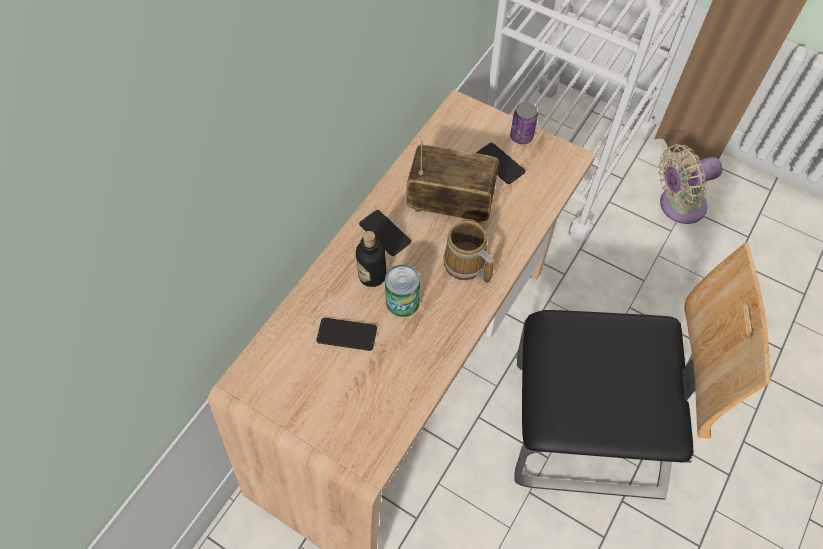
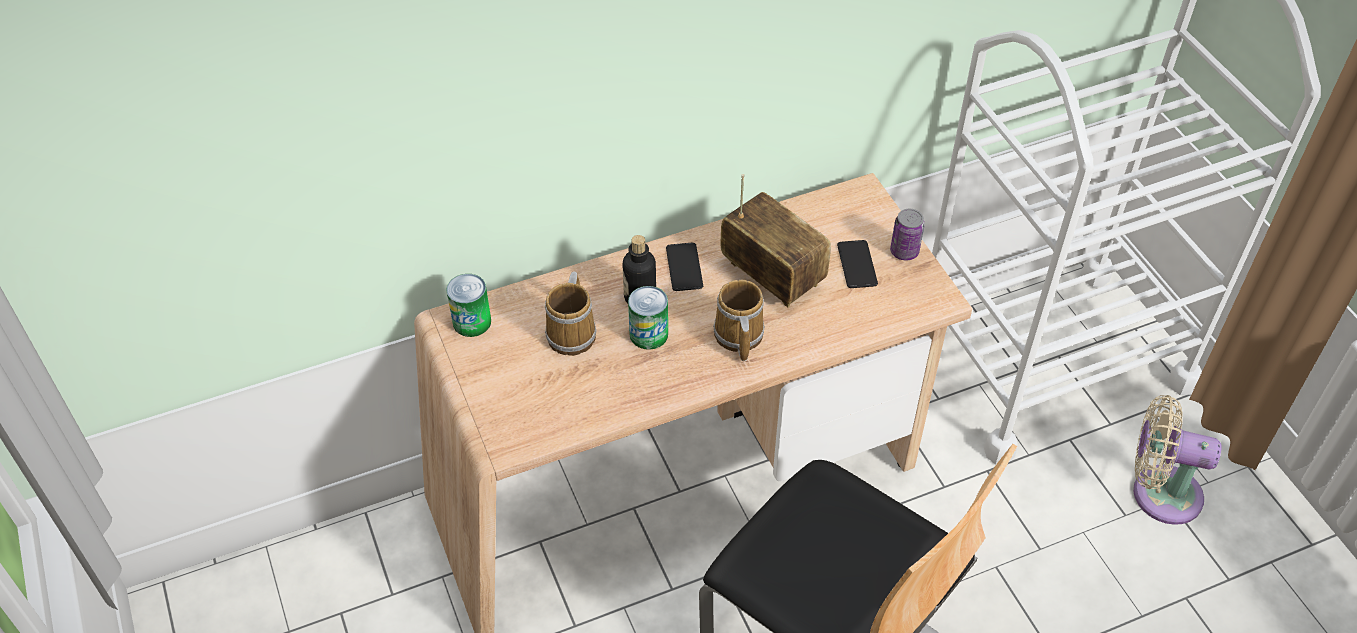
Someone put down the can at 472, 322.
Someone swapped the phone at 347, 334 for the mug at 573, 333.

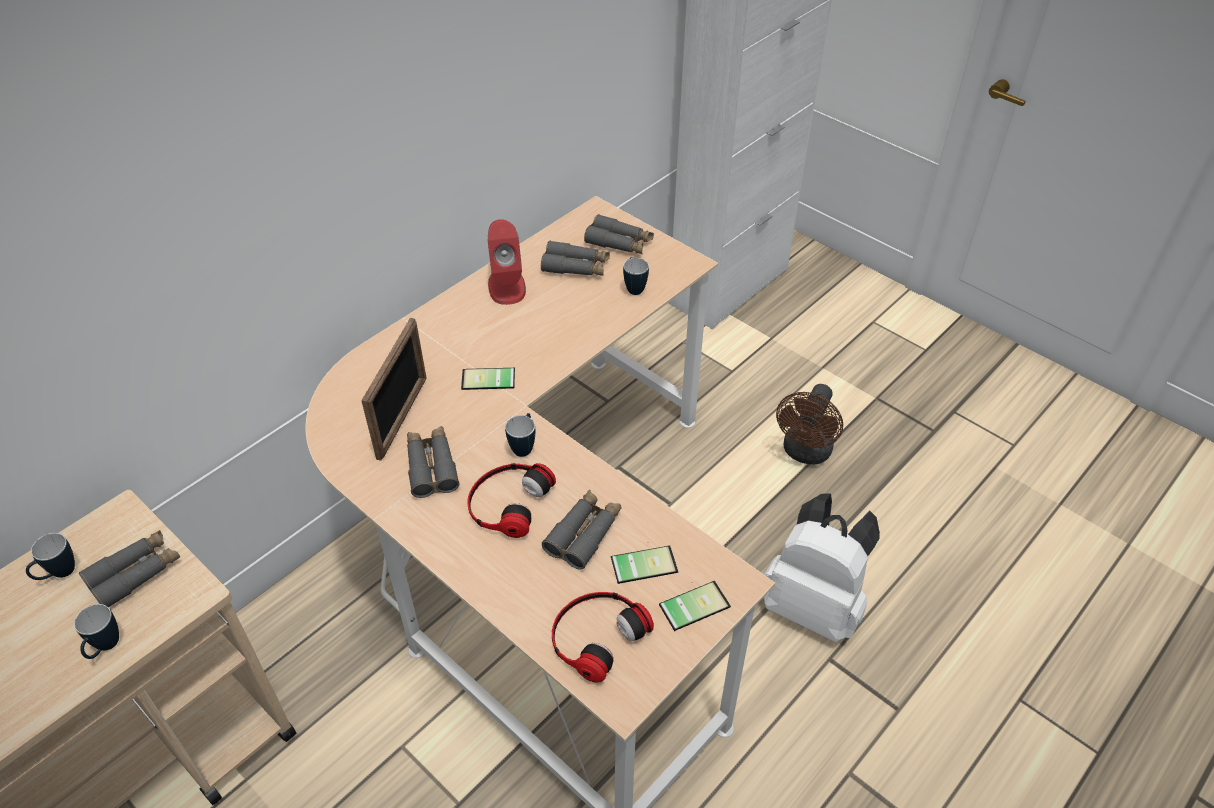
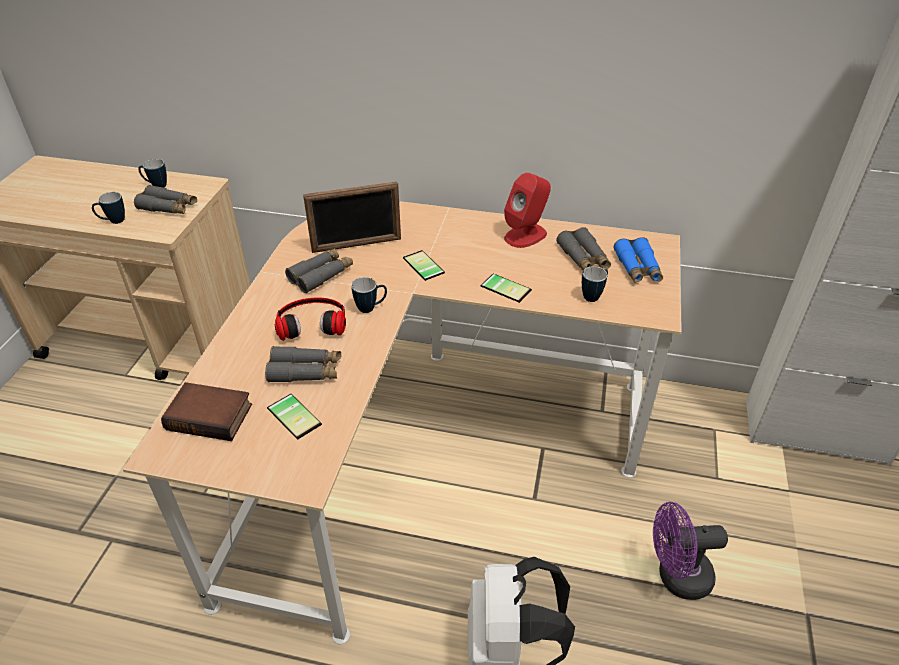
Someone swapped the headphones at 596, 635 for the book at 211, 415.
Someone carried the phone from 693, 603 to 507, 287.
Someone repainted the grey binoculars at 619, 243, which became the blue binoculars at 637, 268.
Someone repainted the brown fan at 805, 453, which became the purple fan at 676, 577.

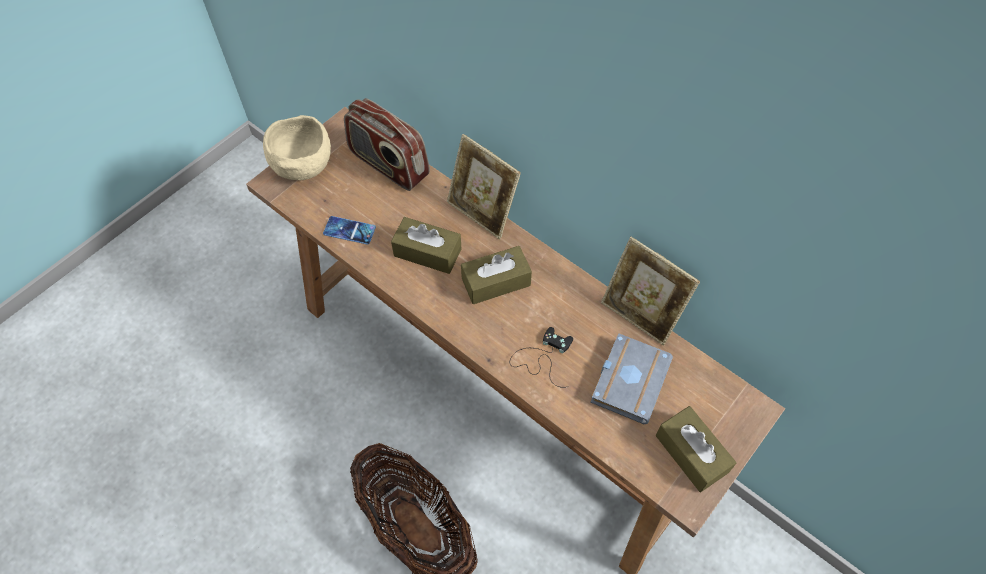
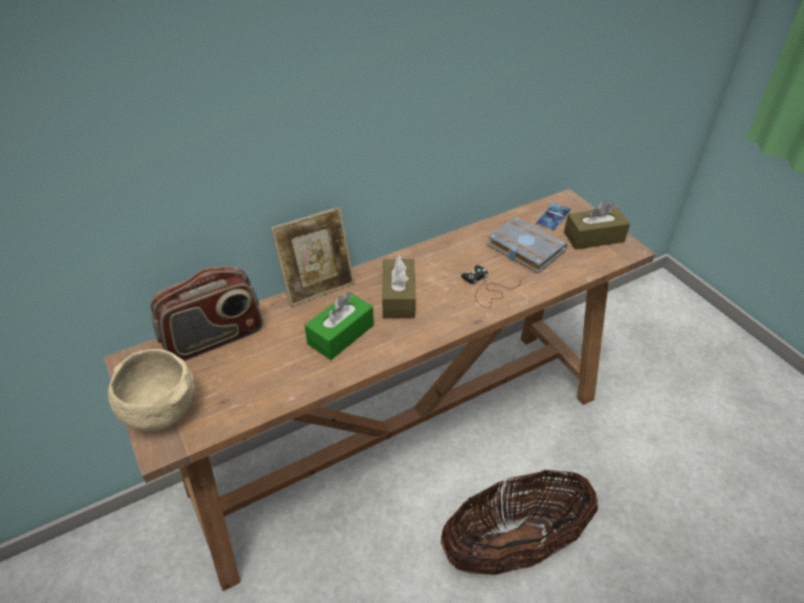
Someone repainted the brown tissue box at 427, 252, which became the green tissue box at 341, 334.
Someone carried the phone from 349, 230 to 553, 217.
Someone took away the picture frame at 640, 314.

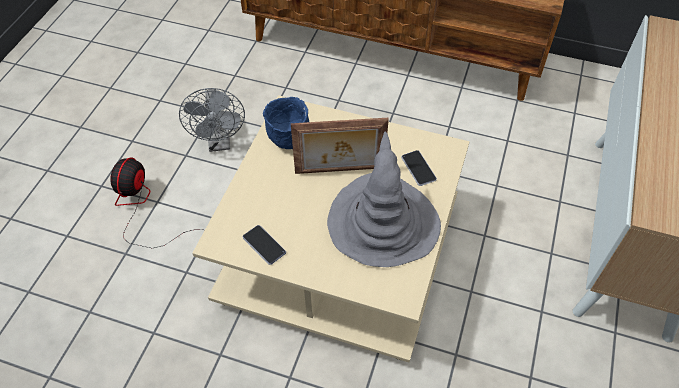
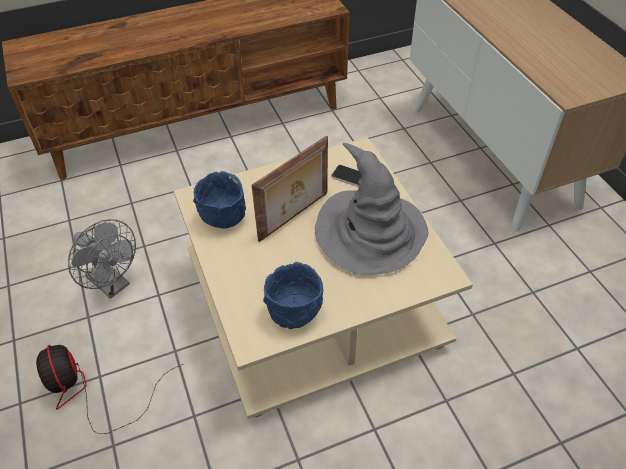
Someone swapped the phone at 264, 245 for the blue bowl at 296, 314.

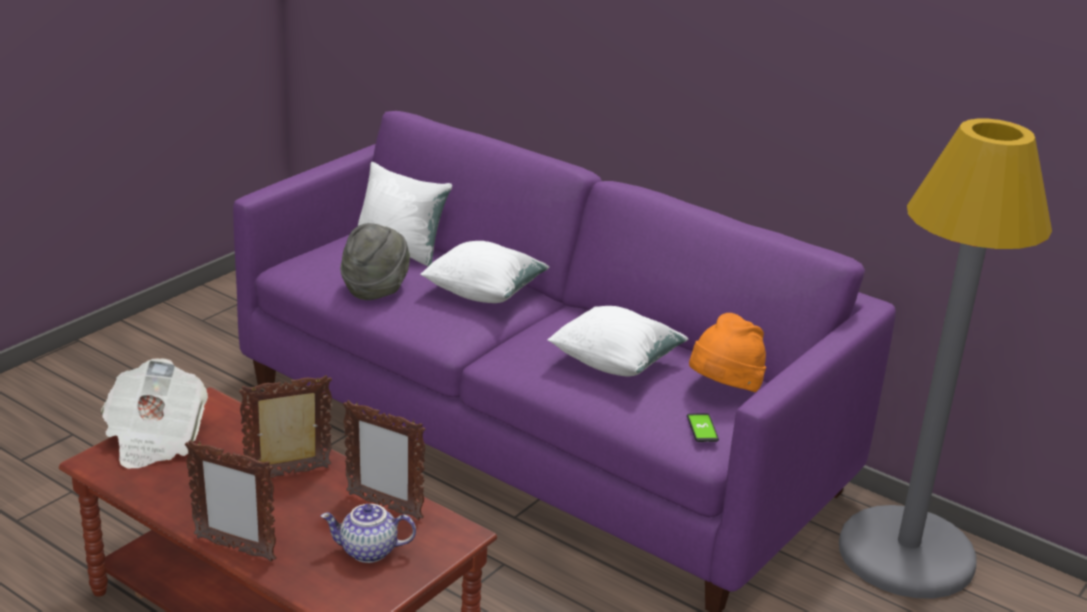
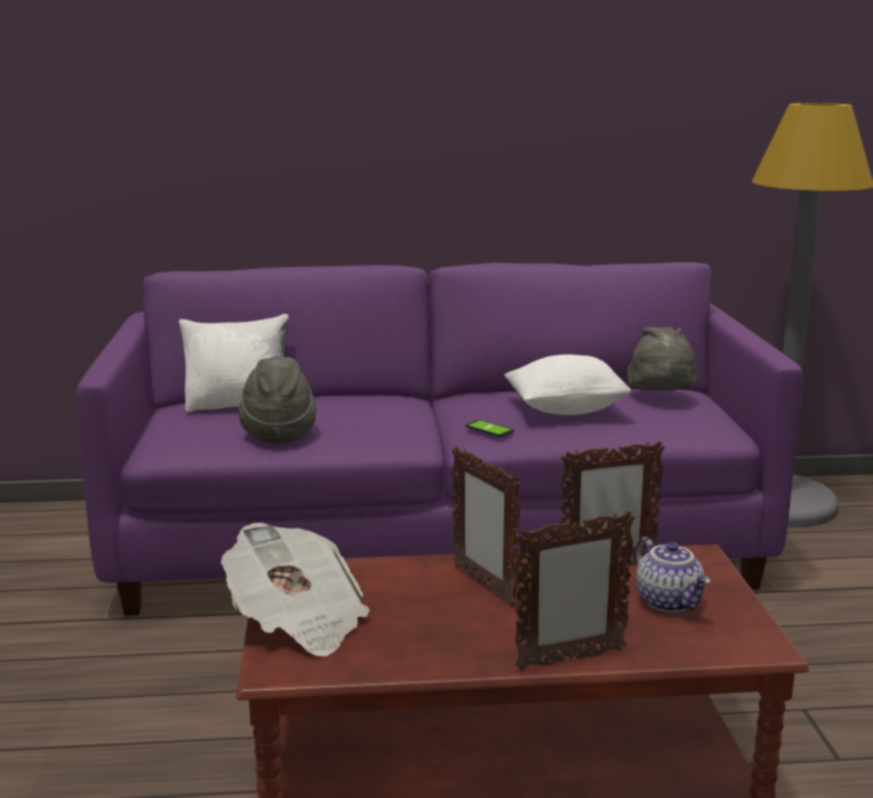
Someone rotated the picture frame at 289, 474 by 60 degrees counterclockwise.
Someone carried the phone from 702, 428 to 489, 429.
Someone repainted the orange hat at 724, 389, which became the grey hat at 661, 398.
Someone rotated the teapot at 368, 552 by 75 degrees counterclockwise.
Someone took away the white pillow at 484, 293.

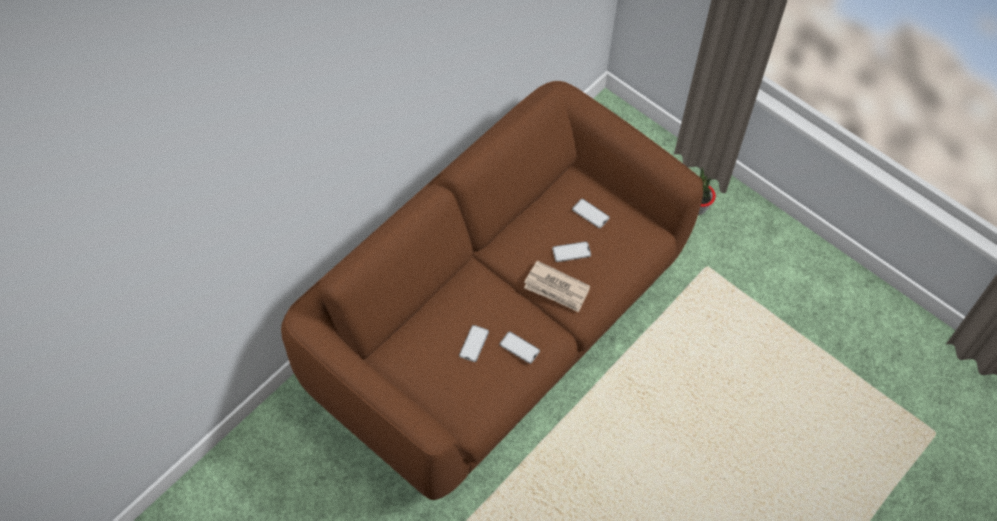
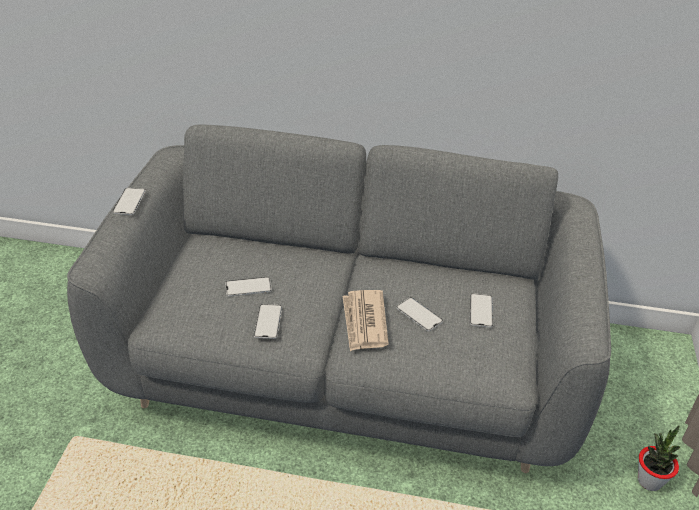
Someone repainted the brown sofa at 495, 328, which became the grey sofa at 346, 371.
Someone put down the phone at 129, 201.

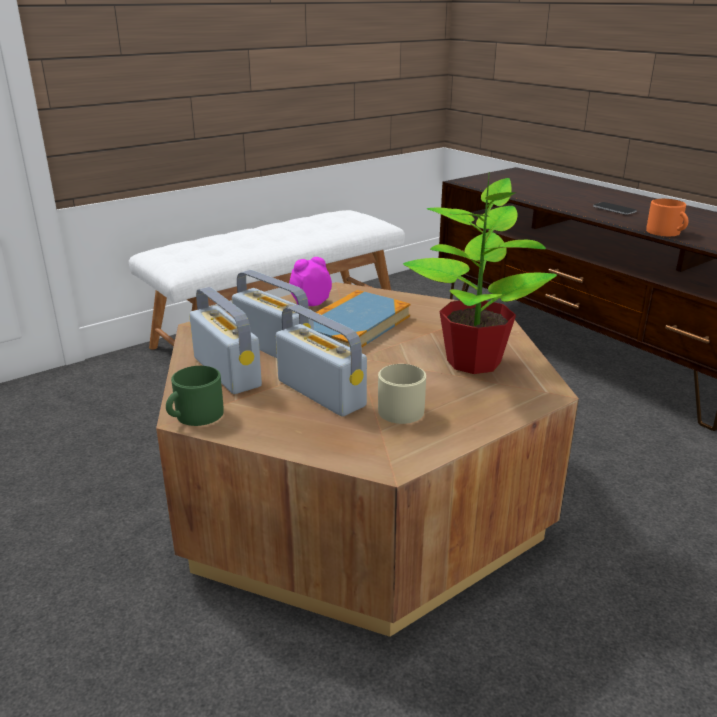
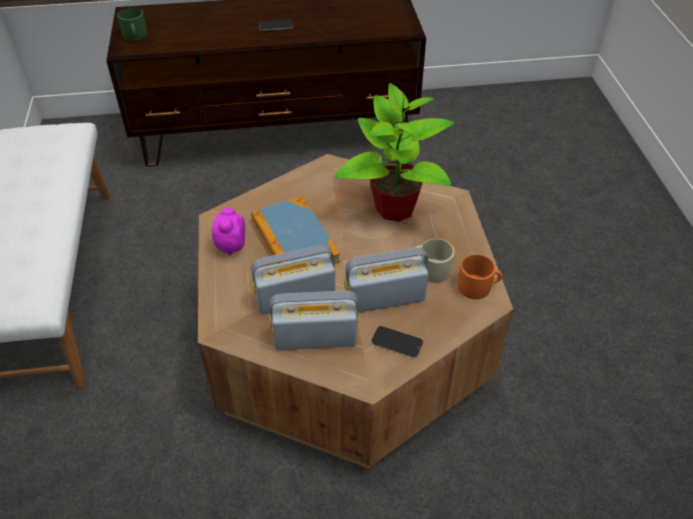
Someone carried the green mug from 194, 416 to 135, 36.
Someone put down the phone at 397, 342.
Someone carried the orange mug from 666, 232 to 478, 286.

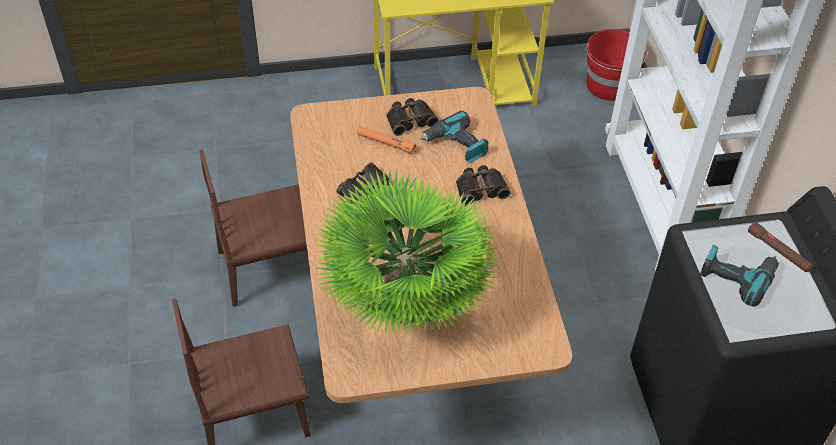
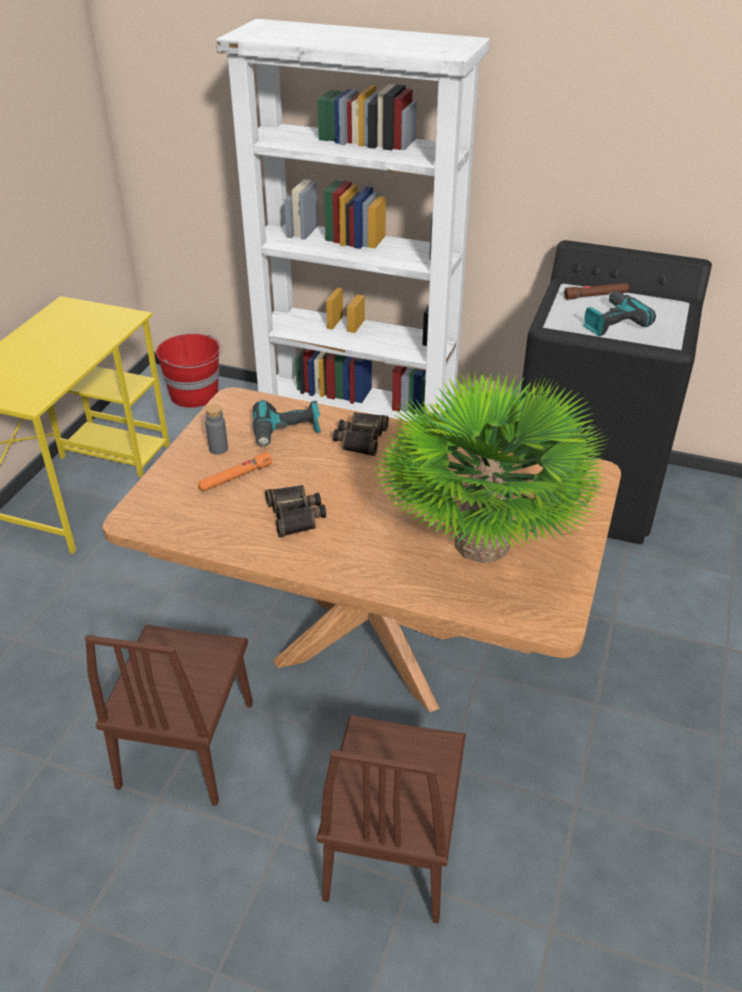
Someone swapped the binoculars at 410, 119 for the grey bottle at 218, 449.

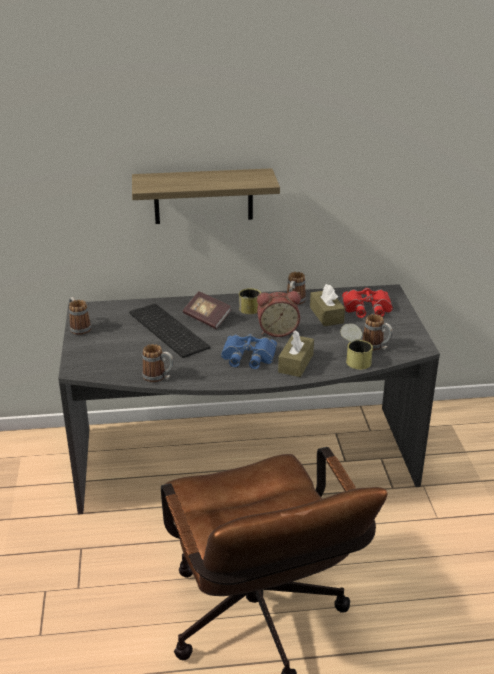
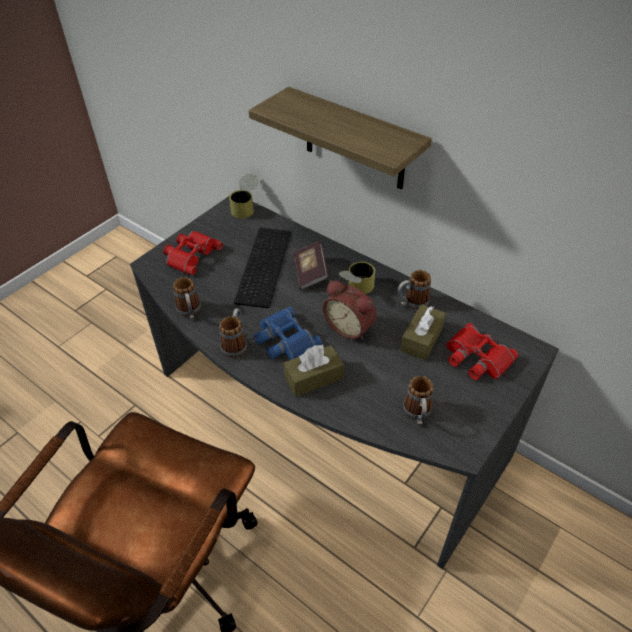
Someone put down the red binoculars at 191, 255.
Someone carried the mug from 78, 327 to 236, 343.
Someone carried the can from 355, 358 to 246, 207.

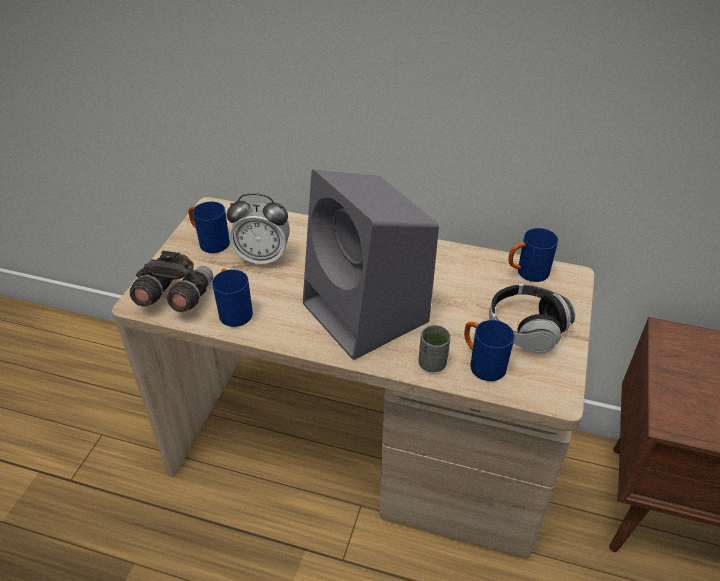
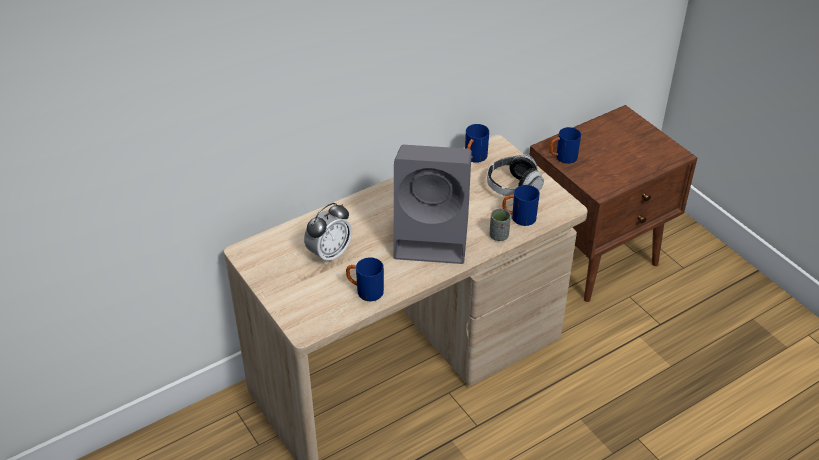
Someone carried the blue mug from 209, 242 to 562, 158.
Someone took away the grey binoculars at 175, 298.

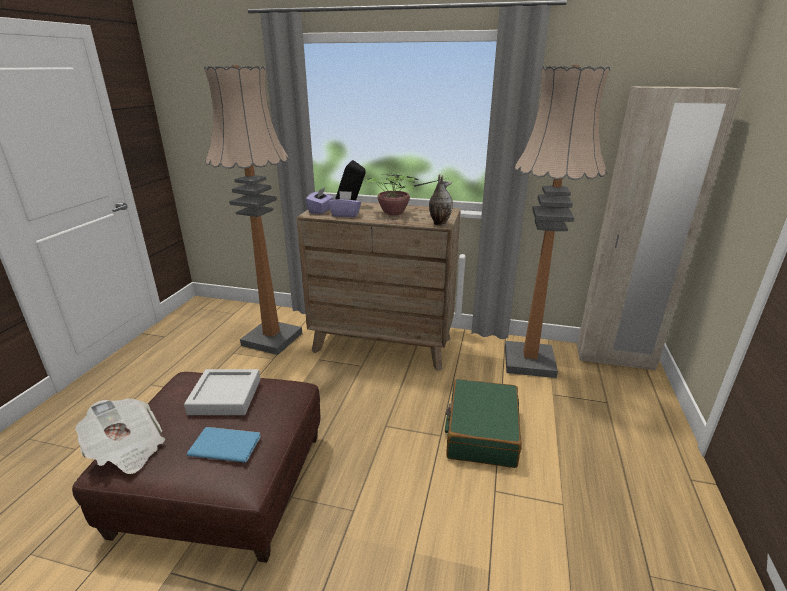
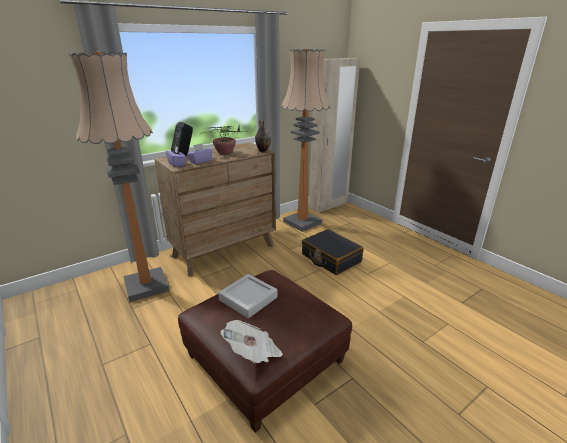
Someone repainted the green suitcase at 481, 432, which became the black suitcase at 330, 258.
Someone took away the blue book at 224, 444.

